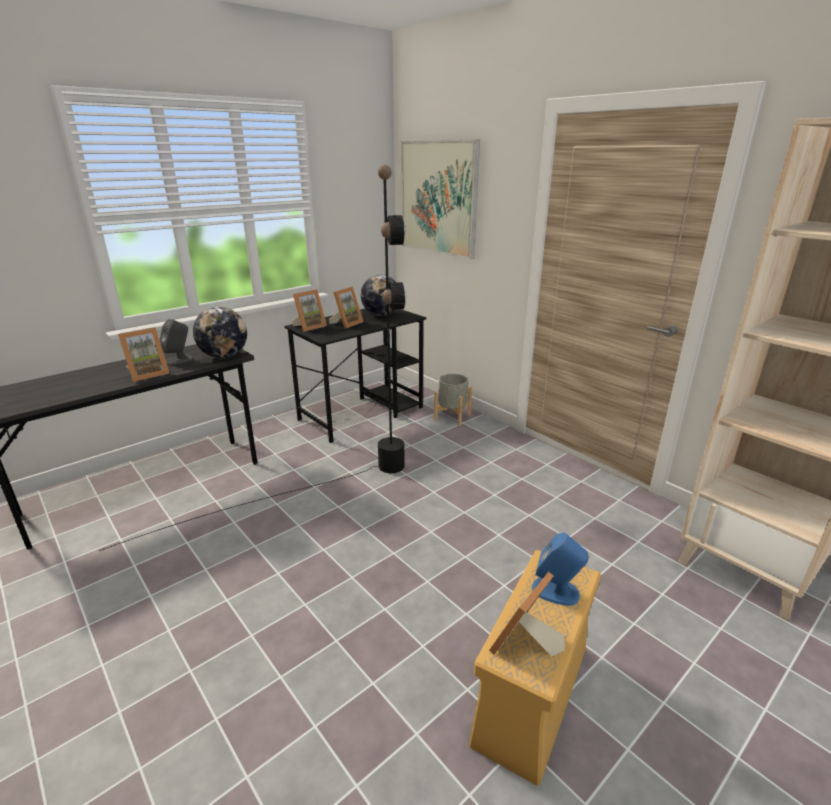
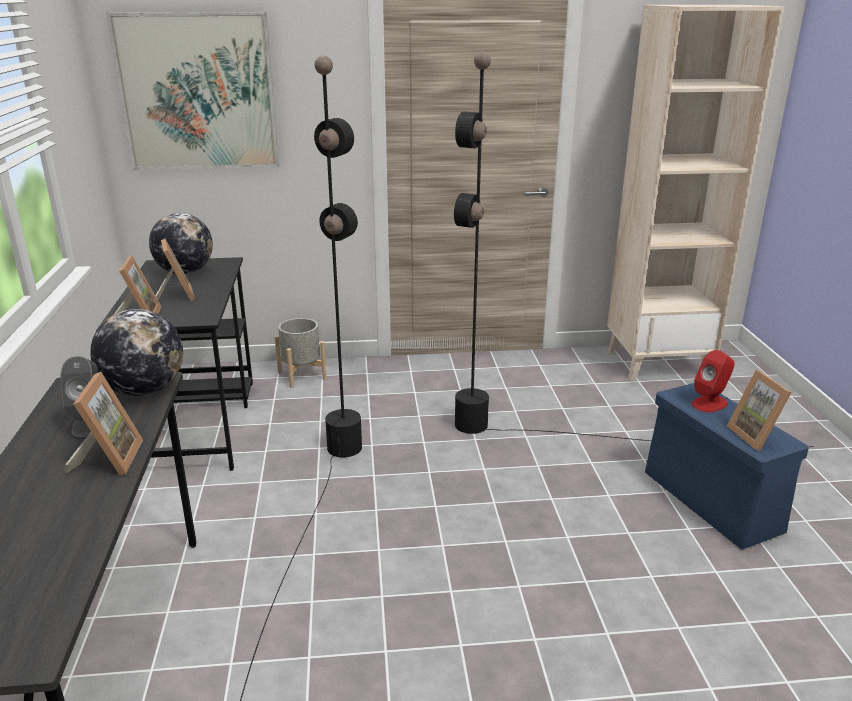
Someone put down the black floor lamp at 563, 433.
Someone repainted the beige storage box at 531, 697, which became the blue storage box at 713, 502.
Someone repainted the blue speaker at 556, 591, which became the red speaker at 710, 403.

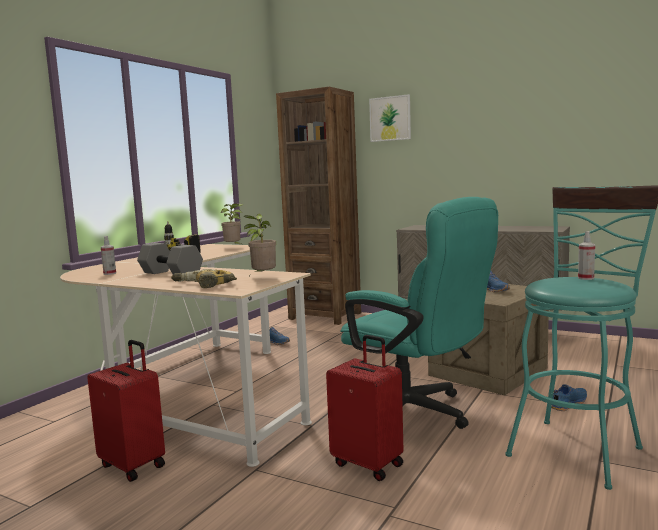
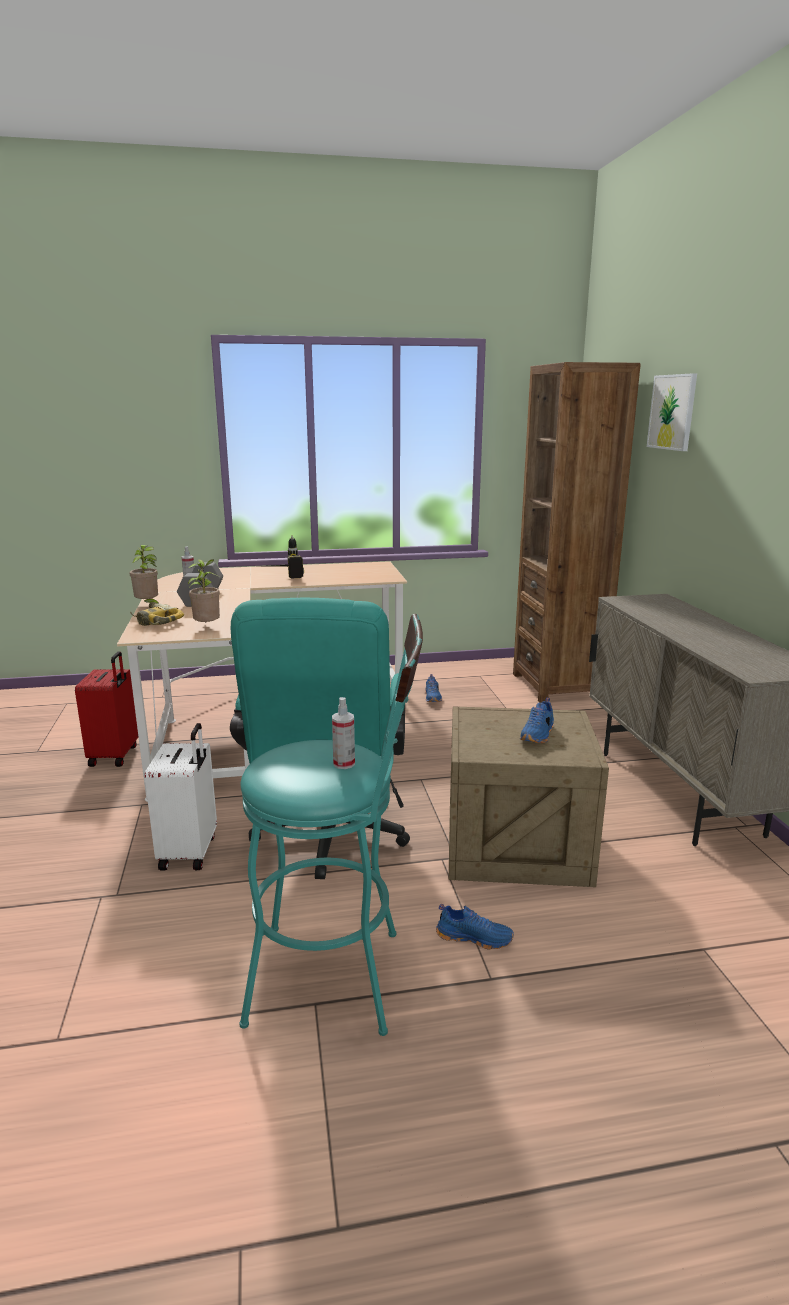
Someone carried the potted plant from 234, 247 to 148, 605.
Someone repainted the red suitcase at 368, 464, which became the white suitcase at 190, 852.

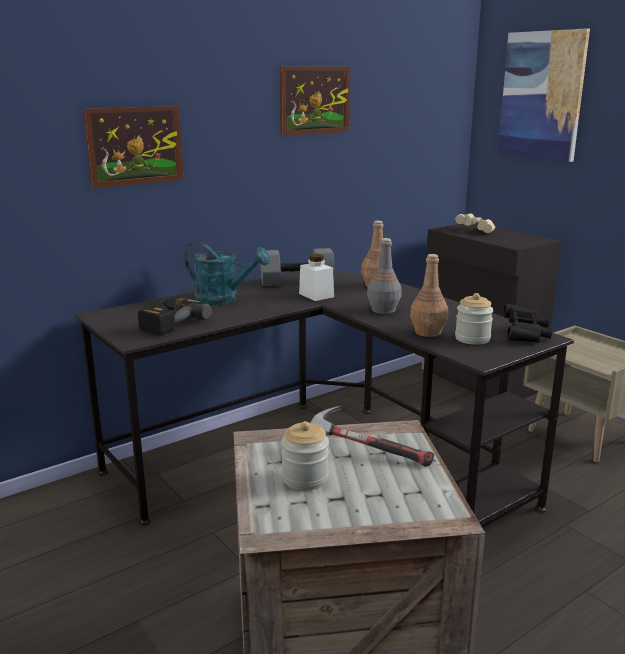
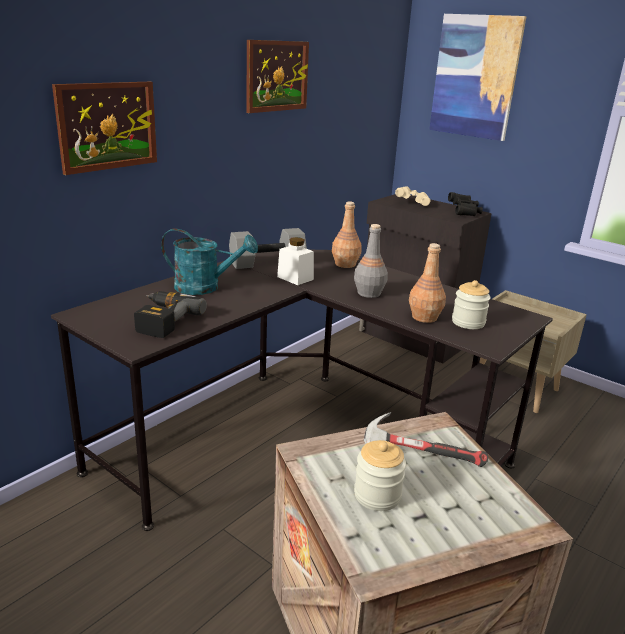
Someone carried the black binoculars from 525, 335 to 464, 212.

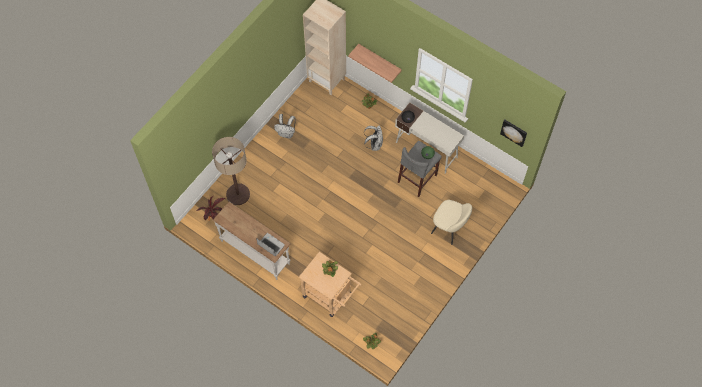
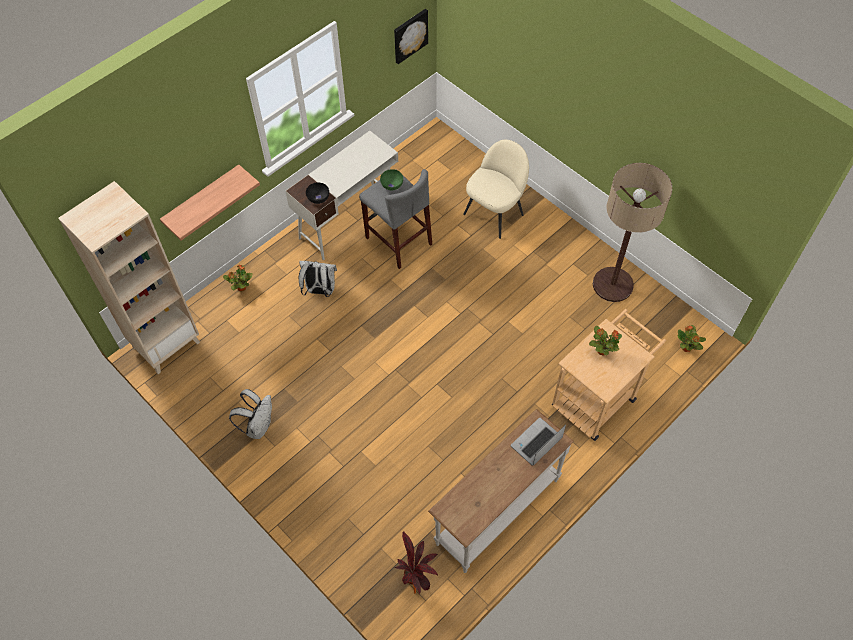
Someone carried the floor lamp from 238, 194 to 612, 285.

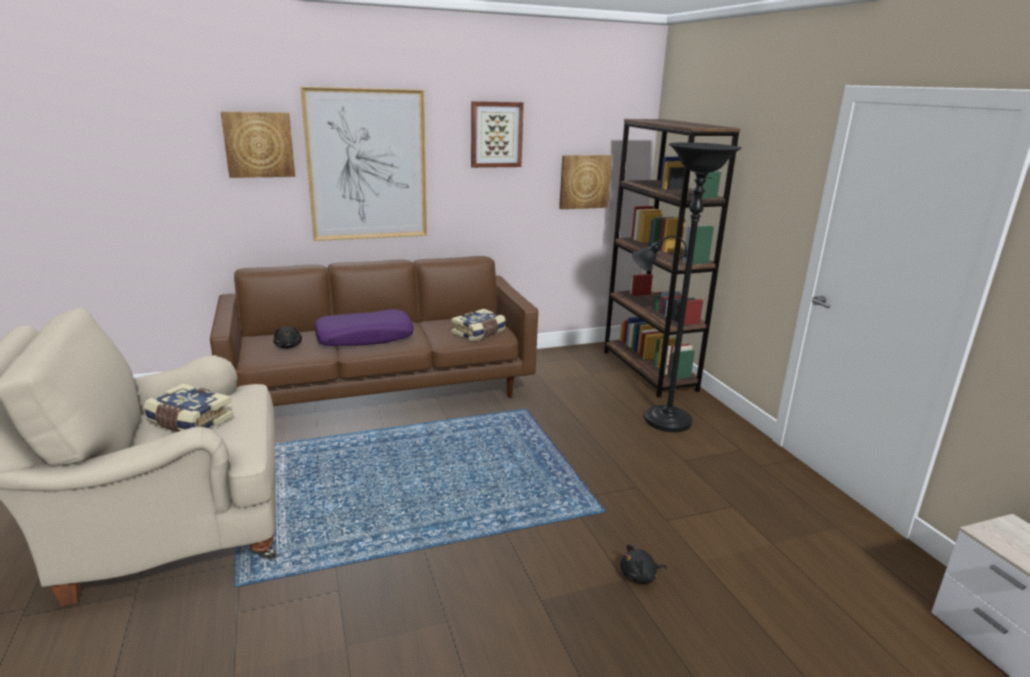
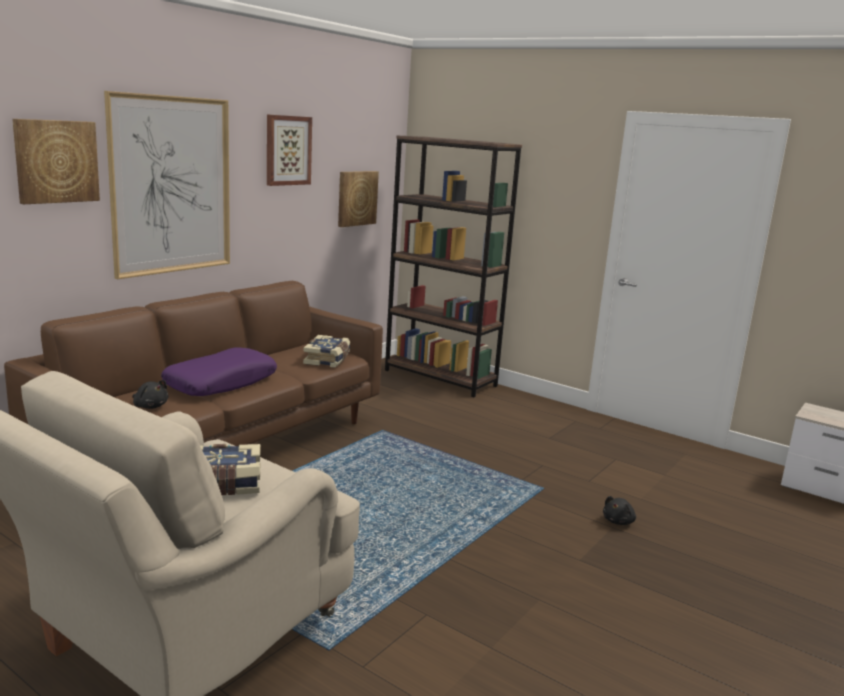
Someone took away the black floor lamp at 661, 418.

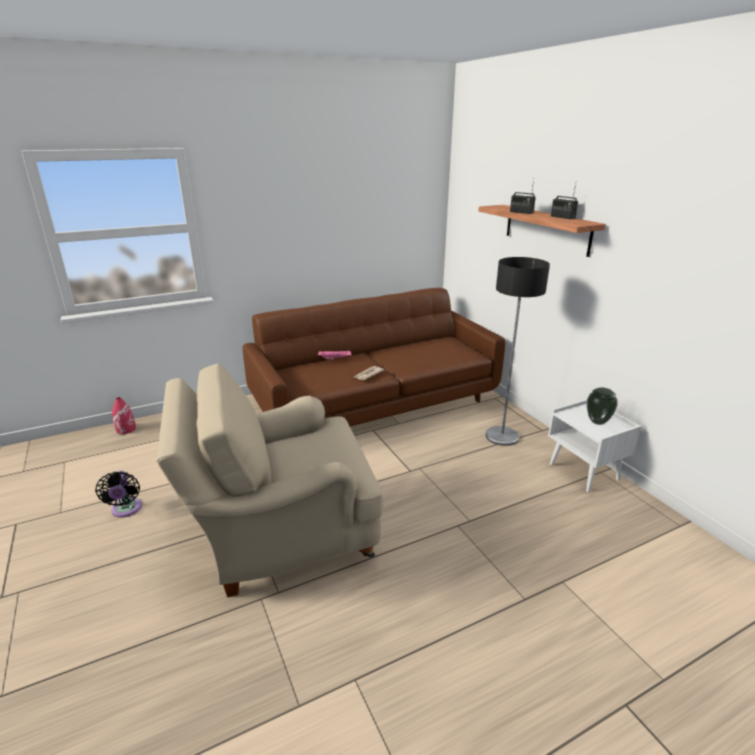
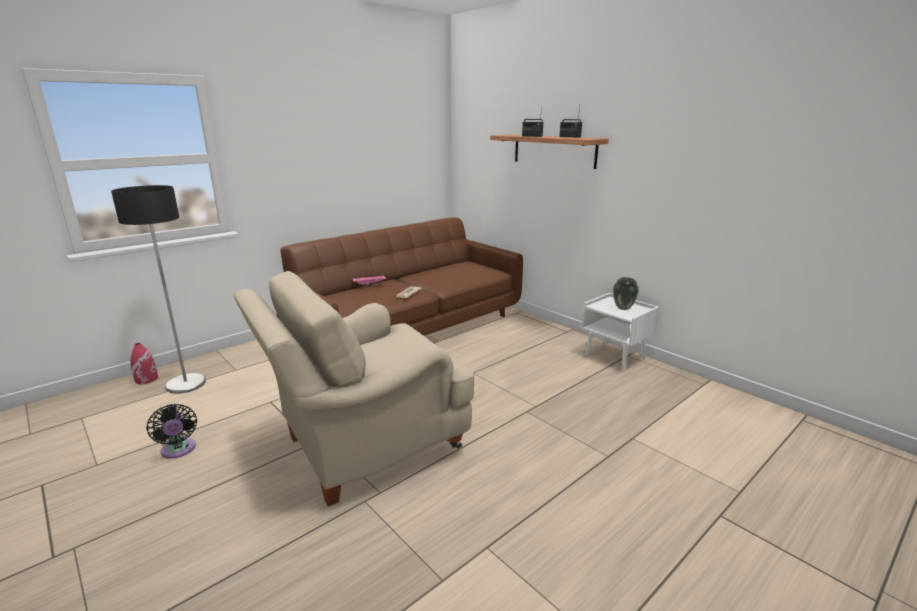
Someone carried the floor lamp from 502, 436 to 186, 384.

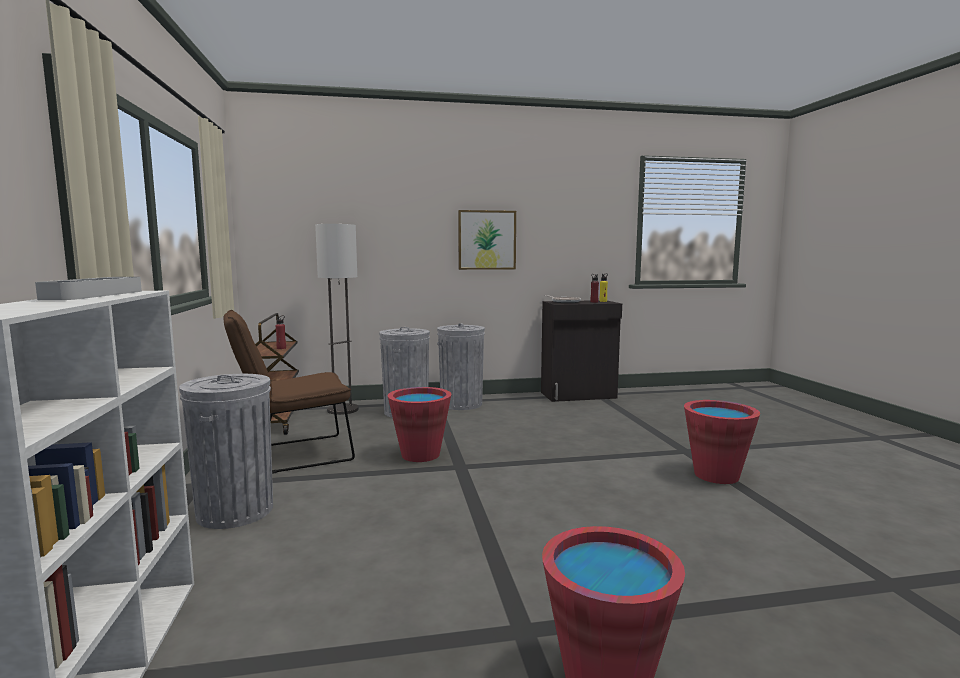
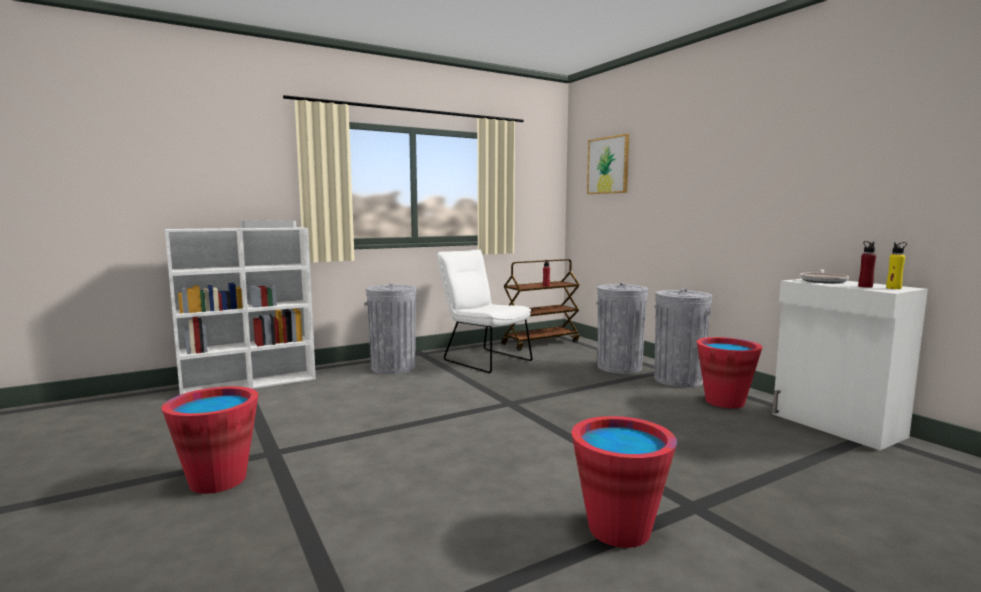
Someone repainted the brown chair at 292, 455, which became the white chair at 483, 359.
Someone carried the picture from 487, 240 to 608, 165.
Someone carried the red bucket from 420, 455 to 724, 402.
Someone repainted the black cabinet at 579, 395, which became the white cabinet at 836, 425.
Someone took away the floor lamp at 342, 410.

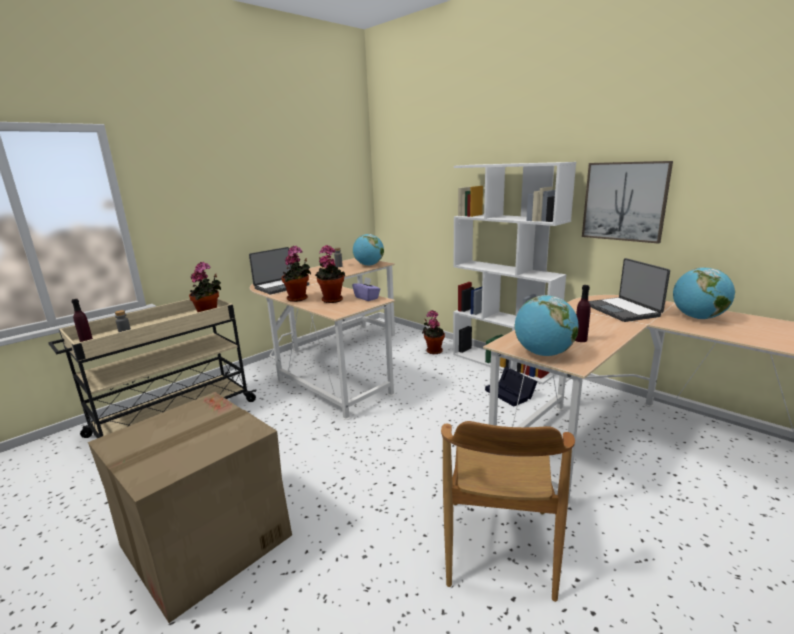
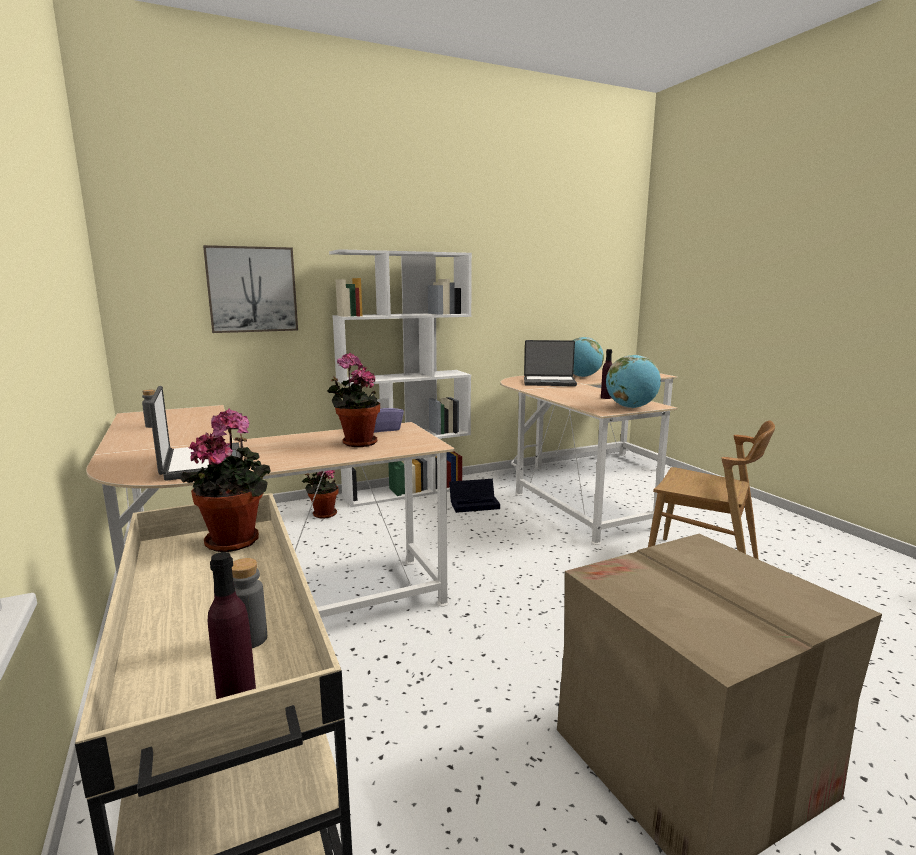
Someone carried the picture from 624, 201 to 252, 289.
Someone took away the potted plant at 299, 299.
Someone took away the globe at 369, 265.

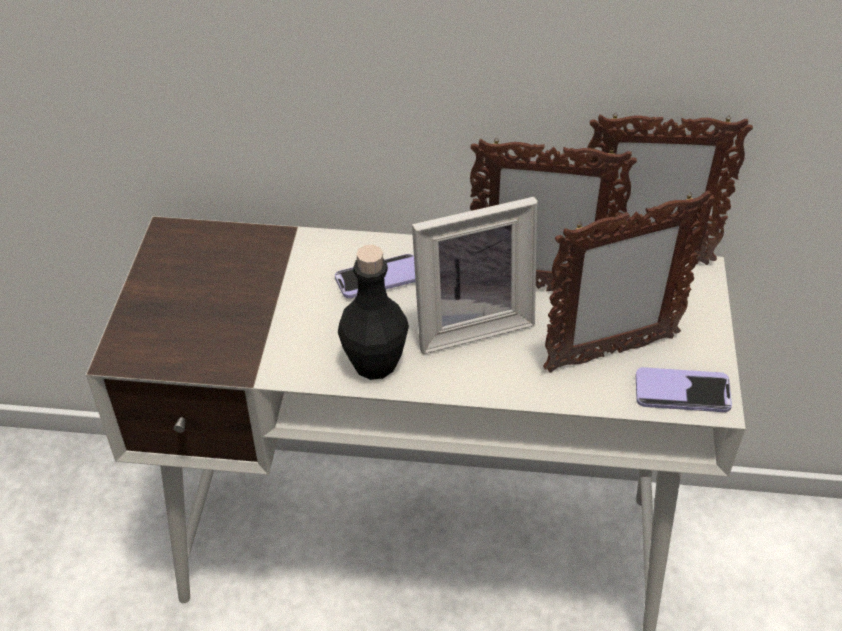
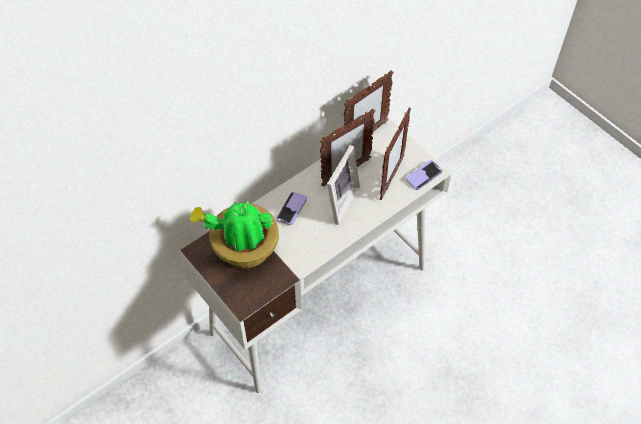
Someone put down the potted plant at 243, 250.
Someone took away the black bottle at 374, 364.

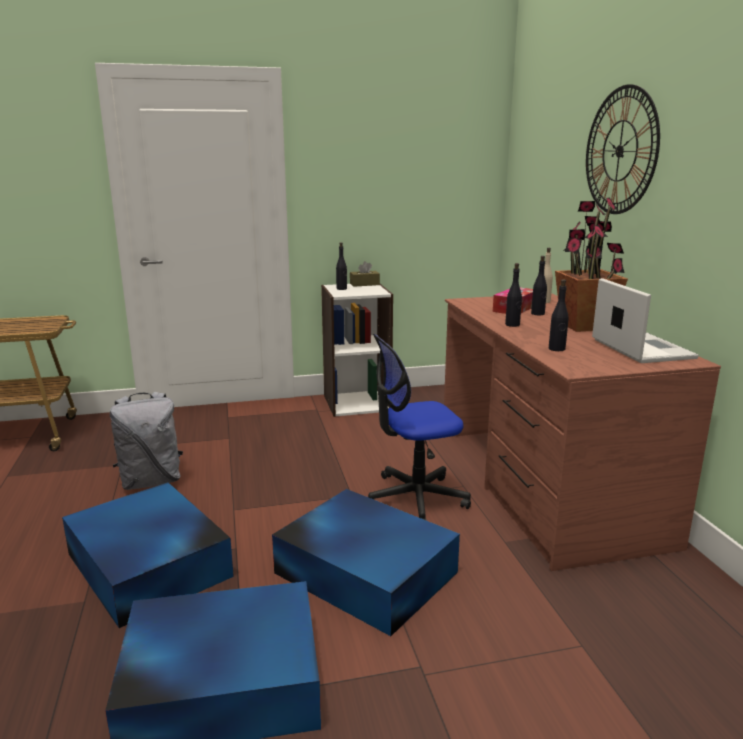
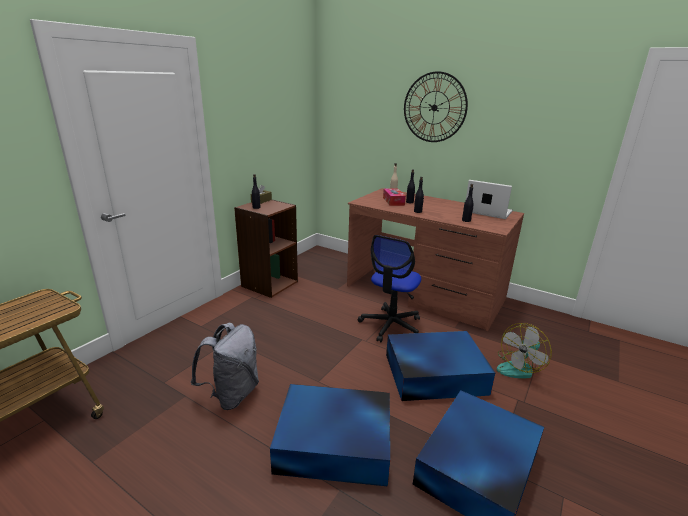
Someone repainted the white bookcase at 356, 403, which became the brown bookcase at 269, 284.
Someone put down the fan at 519, 367.
Someone took away the potted plant at 584, 326.

